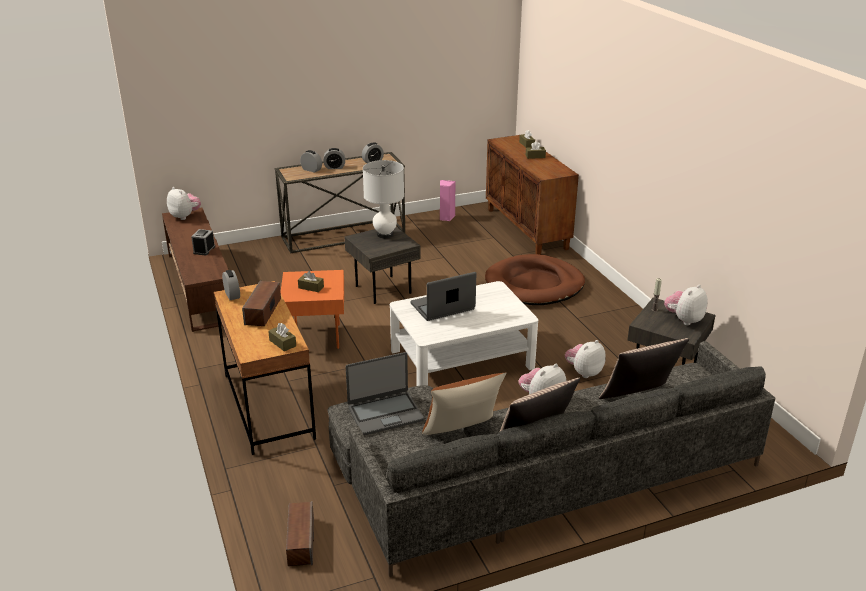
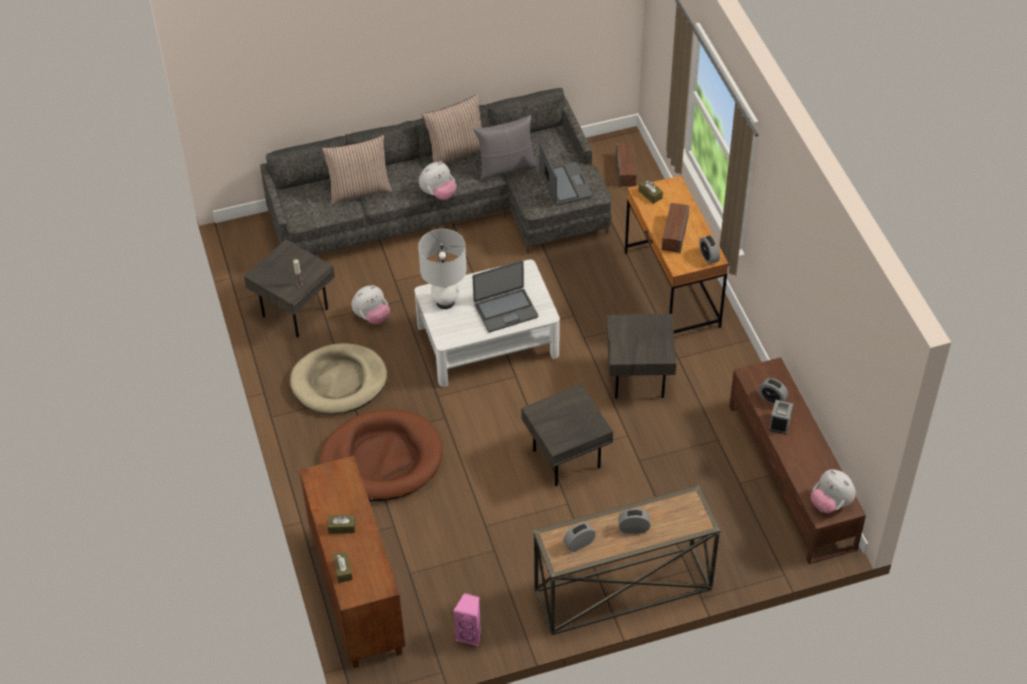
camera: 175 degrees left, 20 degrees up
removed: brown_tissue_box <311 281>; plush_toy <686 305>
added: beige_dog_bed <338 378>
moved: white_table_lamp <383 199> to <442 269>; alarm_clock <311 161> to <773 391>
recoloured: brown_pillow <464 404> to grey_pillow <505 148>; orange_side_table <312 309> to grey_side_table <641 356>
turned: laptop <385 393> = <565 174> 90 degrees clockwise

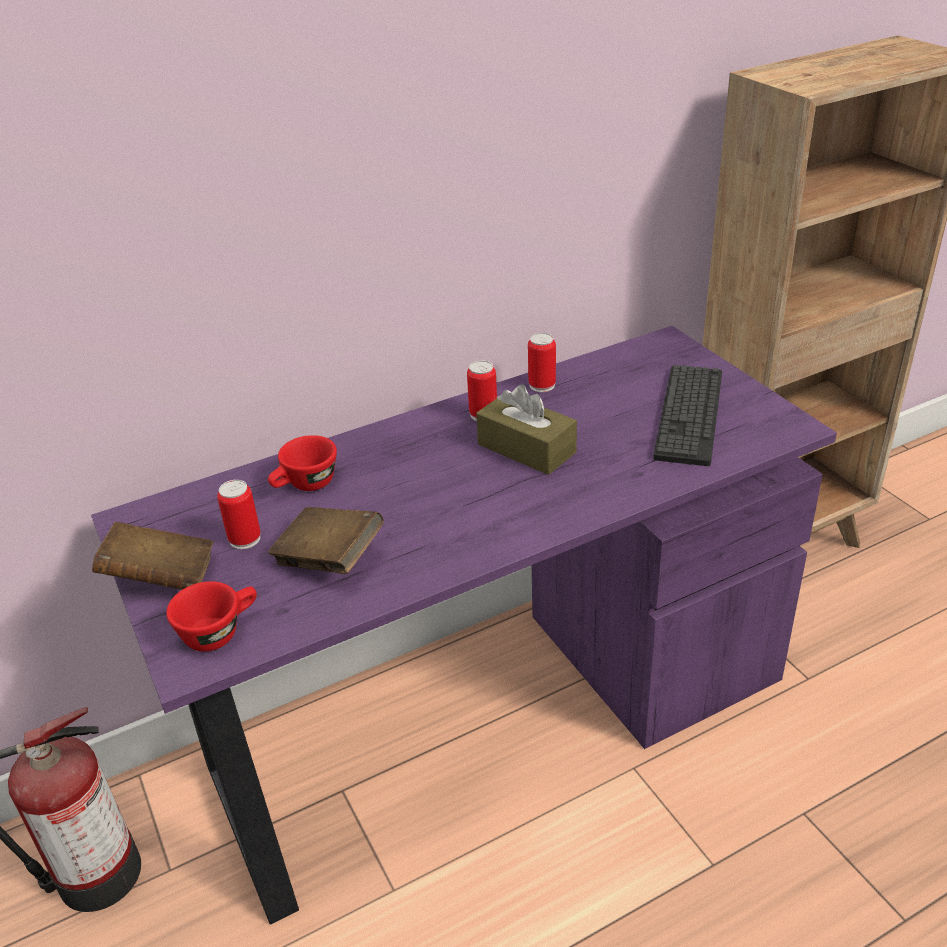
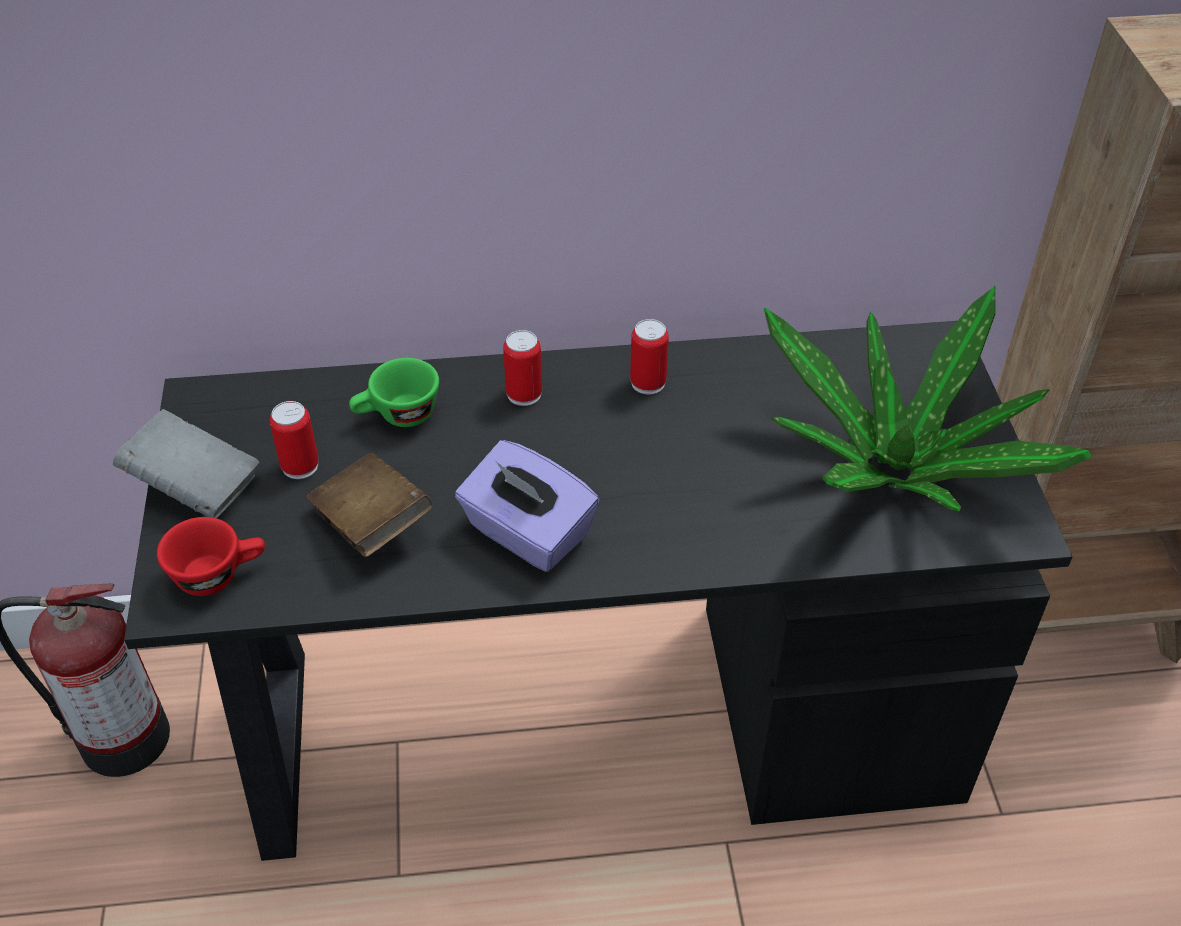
camera: 20 degrees right, 10 degrees up
removed: brown_tissue_box <526 429>
added: purple_tissue_box <527 506>
moved: can <542 362> to <522 368>
replaced: keyboard <687 415> to potted_plant <928 399>
recoloured: brown_book <153 556> to grey_book <186 463>; purple_desk <464 625> to black_desk <598 591>; red_cup <302 463> to green_cup <394 392>

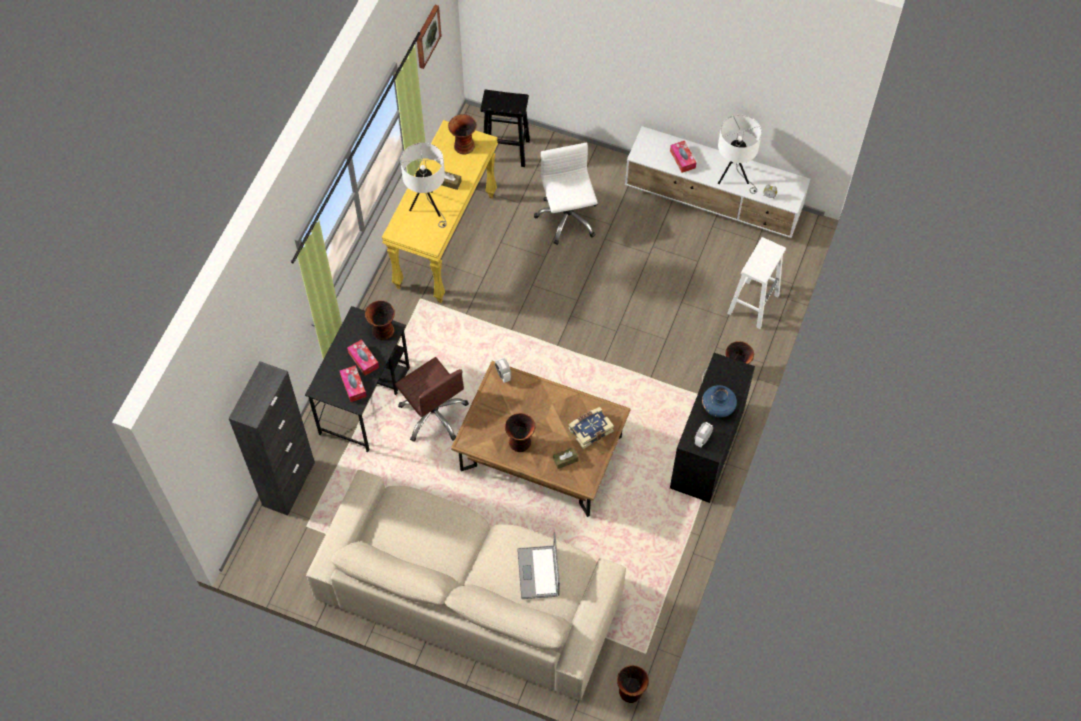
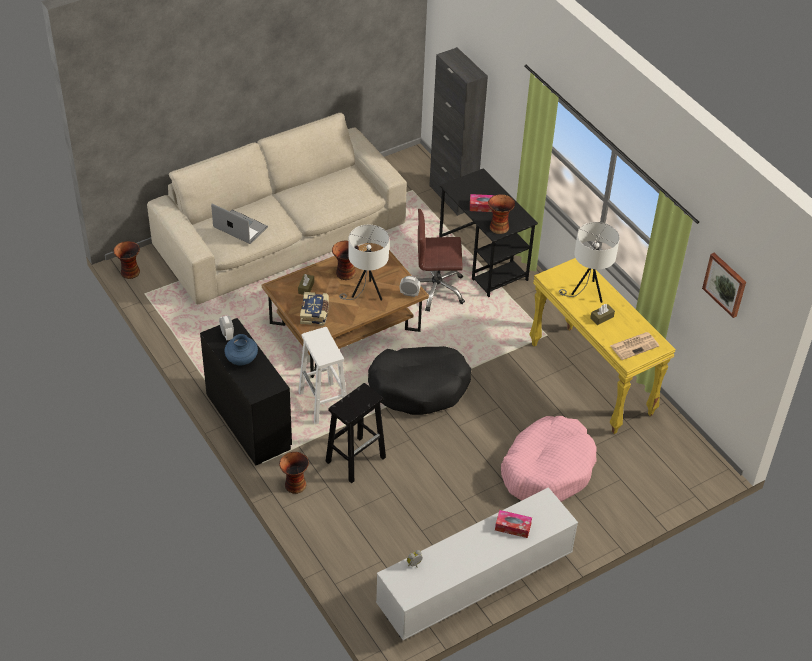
camera: 125 degrees right, 15 degrees down
removed: tissue_box <353 383>
added: black_dog_bed <419 380>
moved: white_stool <756 283> to <323 375>; black_stool <505 128> to <355 433>; white_table_lamp <740 154> to <364 263>
replaced: white_office_chair <566 194> to pink_dog_bed <549 459>; vase <462 134> to newspaper <634 346>

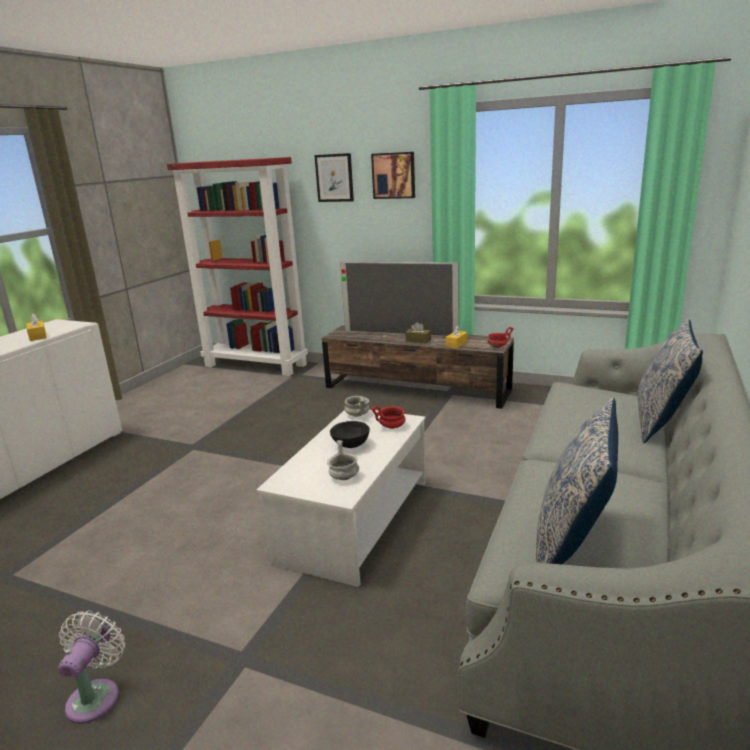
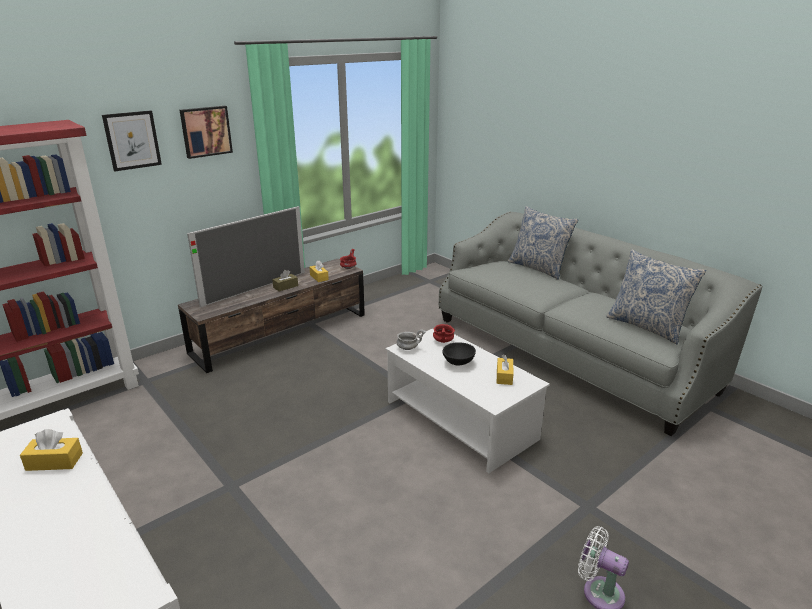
camera: 65 degrees left, 5 degrees up
replaced: grey_bowl <343 460> to yellow_tissue_box <505 370>

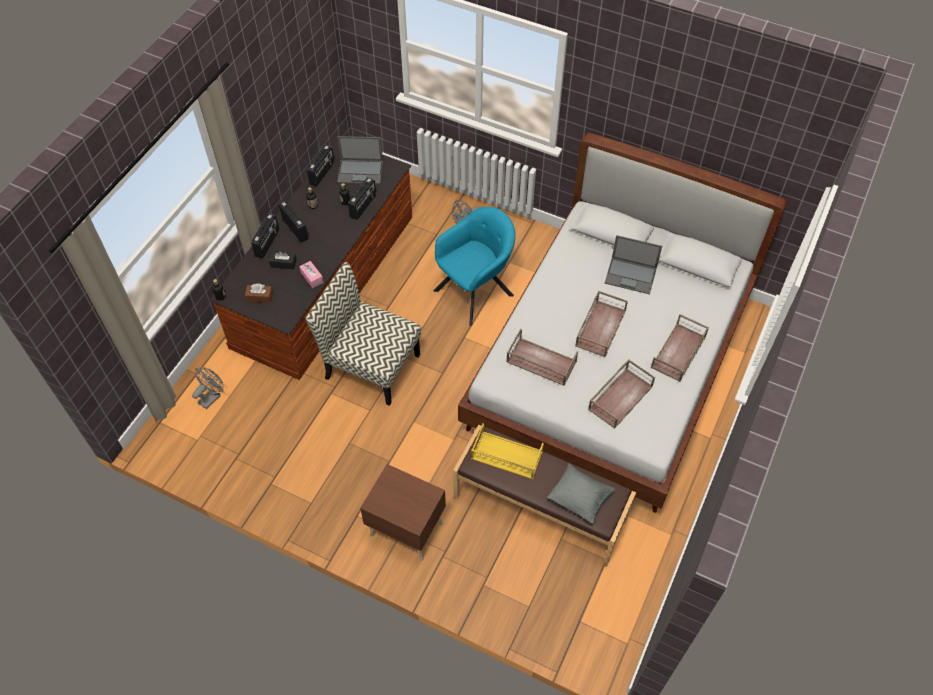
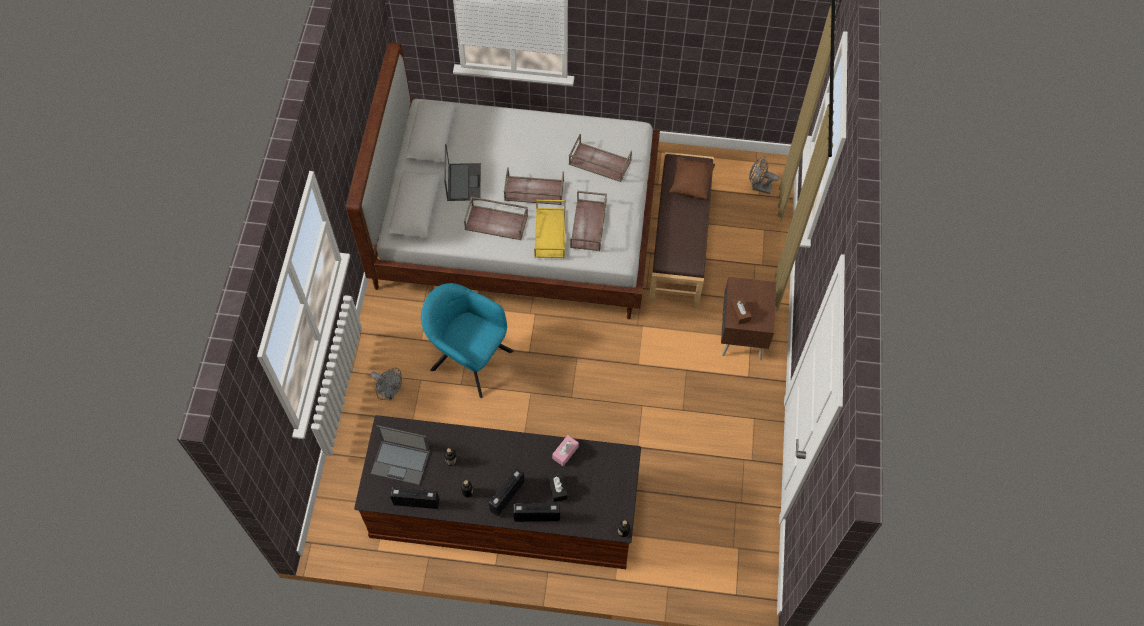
camera: 110 degrees left, 5 degrees up
removed: chair <363 334>; radio <362 198>
moved: brown_tray <680 348> to <496 218>; yellow_tray <507 451> to <550 229>; brown_tissue_box <259 293> to <741 311>; grey_fan <207 388> to <764 175>
recoloured: grey_pillow <581 493> to brown_pillow <692 178>
turned: laptop <360 160> = <400 455> 120 degrees clockwise

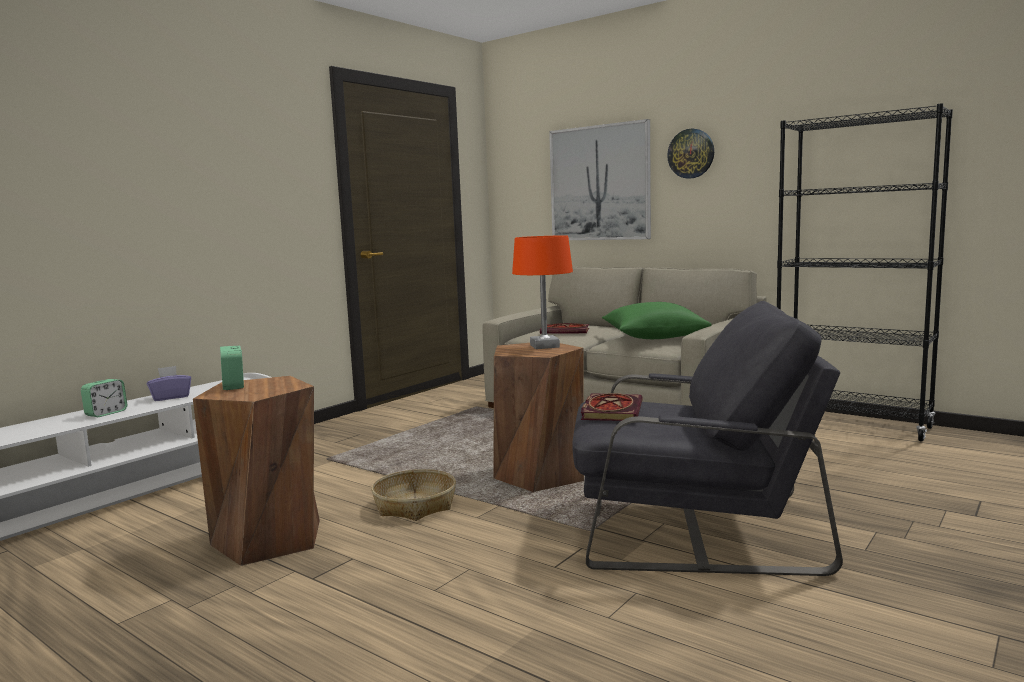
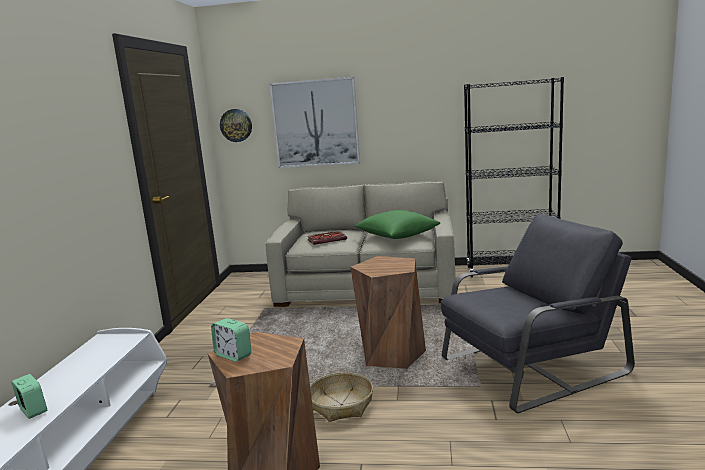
camera: 30 degrees left, 5 degrees up
removed: purple_tissue_box <169 383>; orange_table_lamp <542 292>; book <612 407>
moved: wall_clock <690 154> to <236 125>
turned: alarm_clock <104 398> = <29 396> 45 degrees counterclockwise

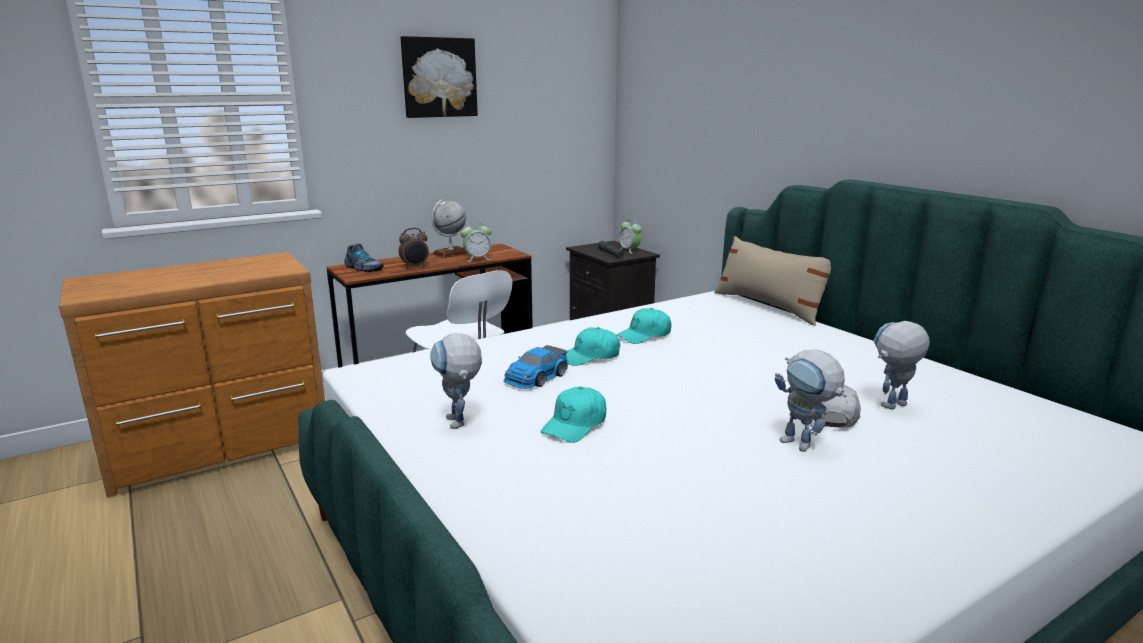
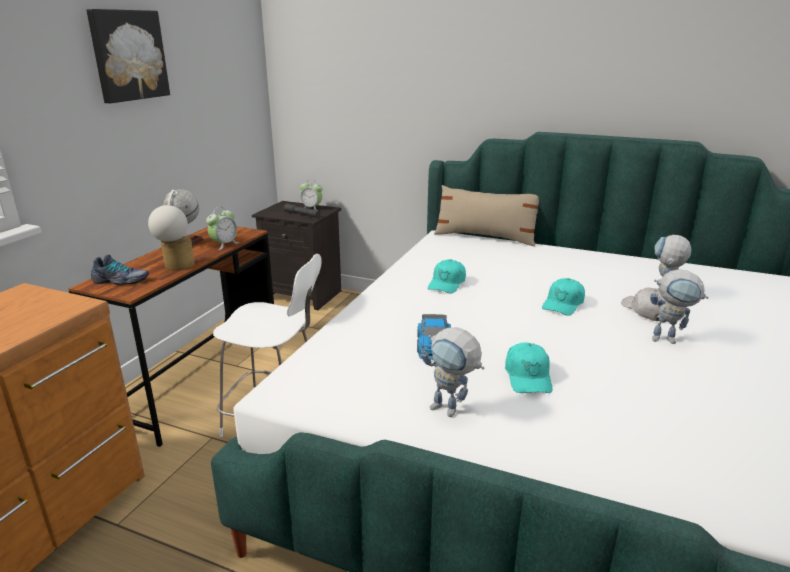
camera: 35 degrees left, 5 degrees up
moved: turquoise_cap <593 346> to <563 297>
replaced: alarm_clock <414 248> to table_lamp <171 237>

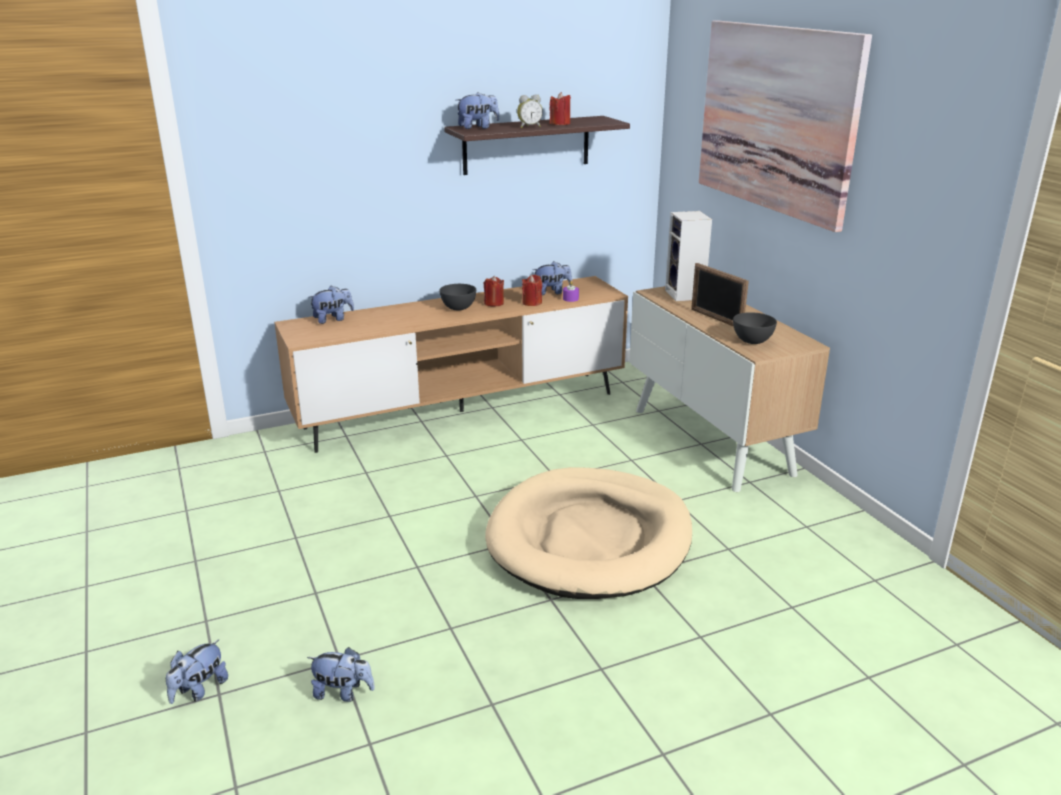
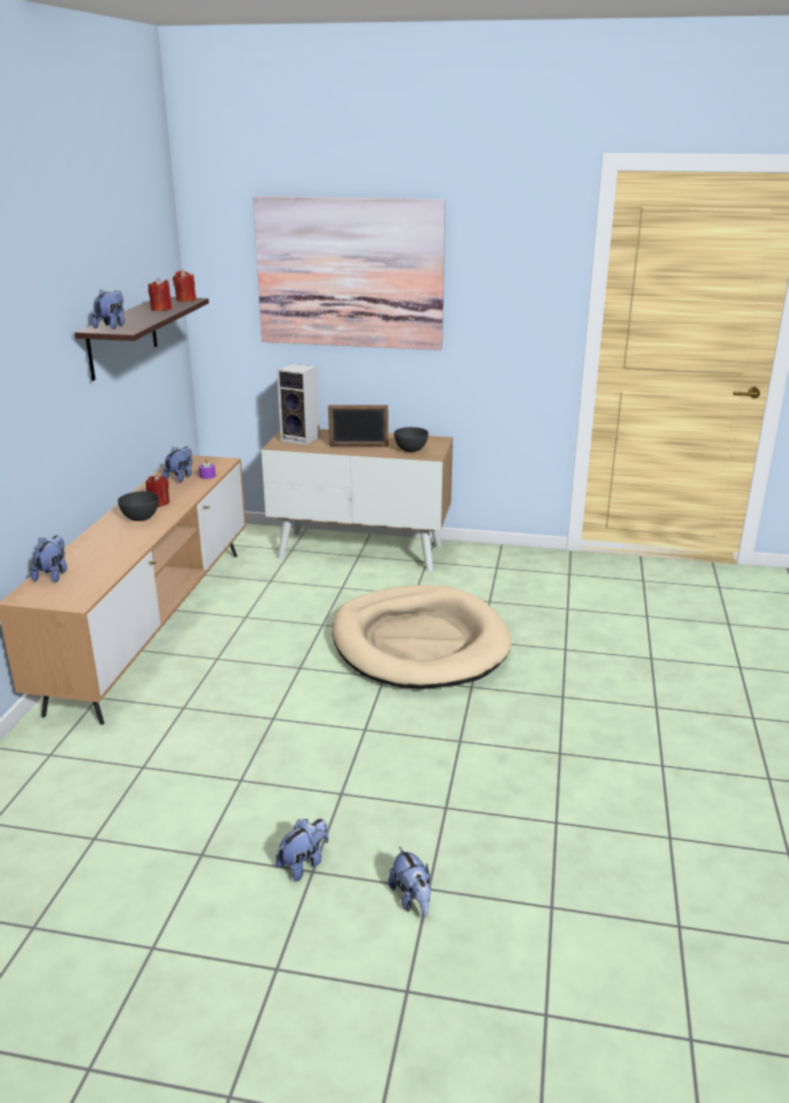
camera: 55 degrees left, 0 degrees up
removed: alarm_clock <530 111>
moved: red_candle <532 290> to <184 286>; plush_toy <341 674> to <302 850>

